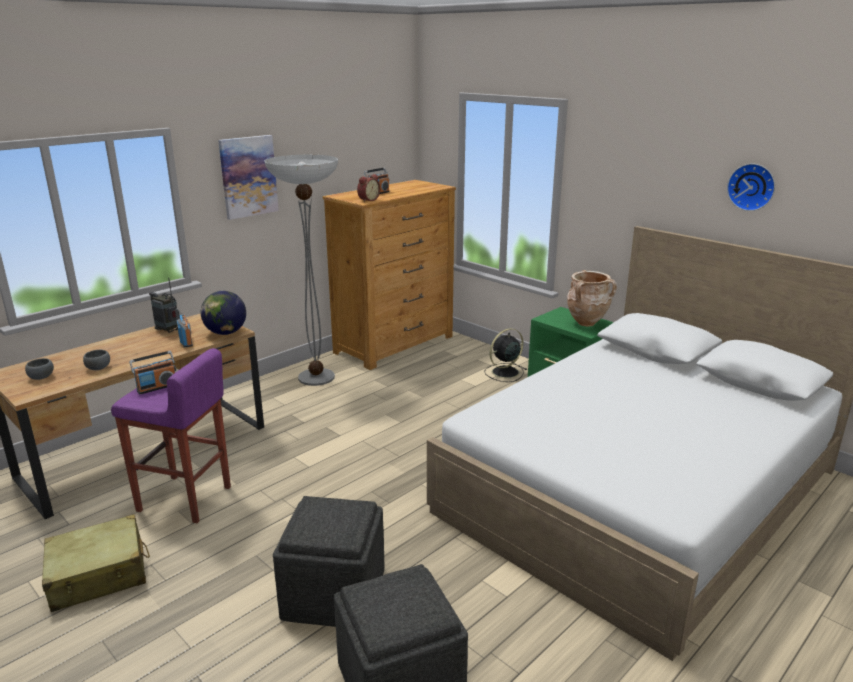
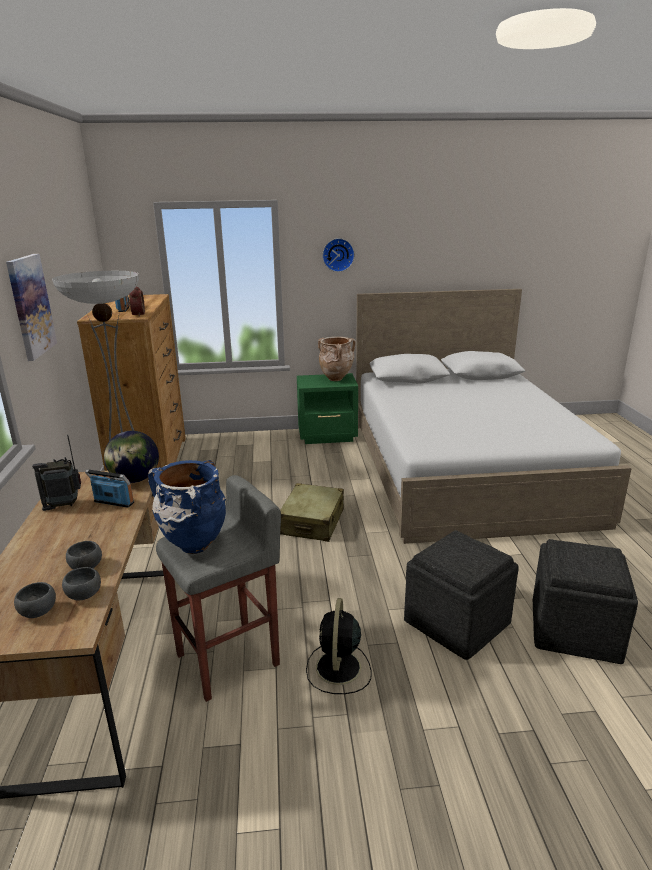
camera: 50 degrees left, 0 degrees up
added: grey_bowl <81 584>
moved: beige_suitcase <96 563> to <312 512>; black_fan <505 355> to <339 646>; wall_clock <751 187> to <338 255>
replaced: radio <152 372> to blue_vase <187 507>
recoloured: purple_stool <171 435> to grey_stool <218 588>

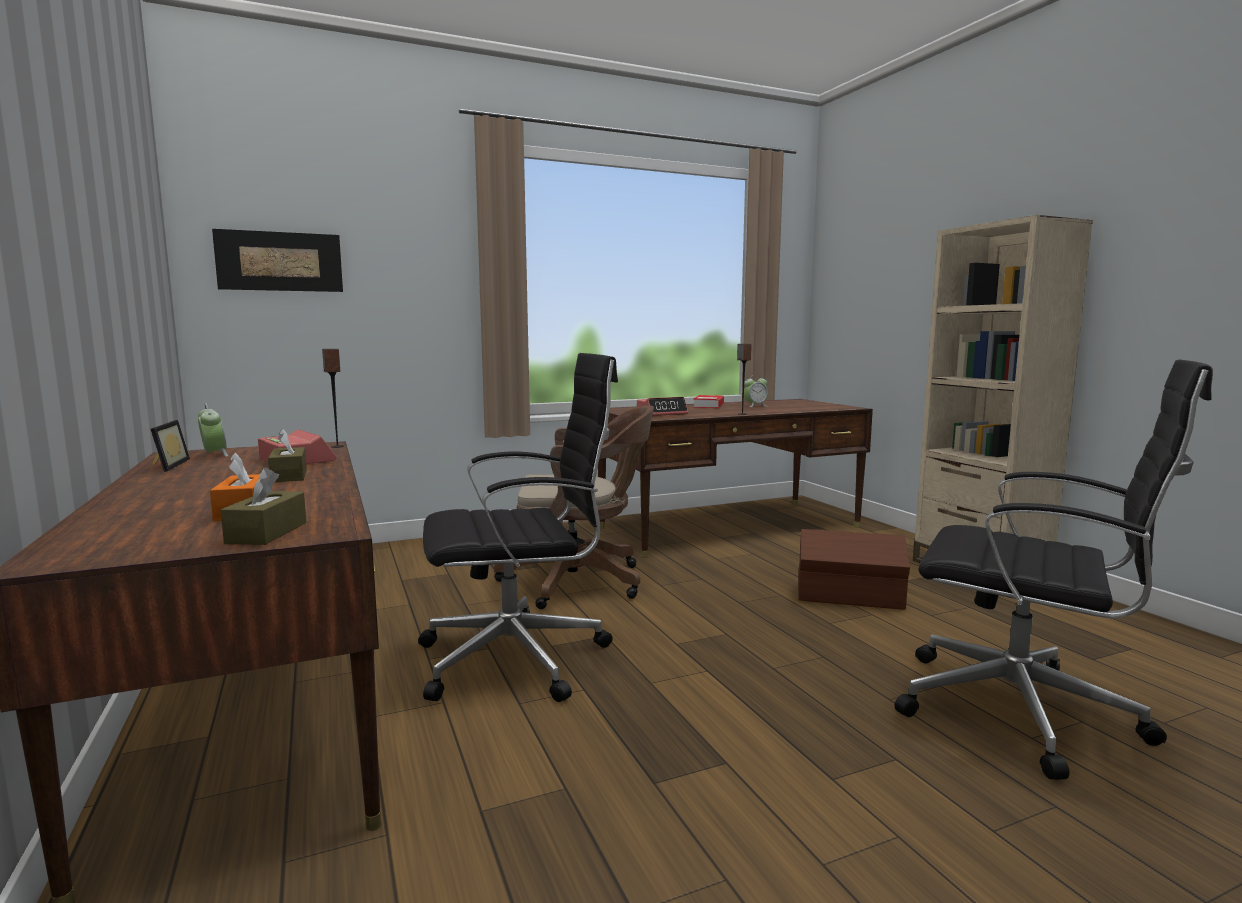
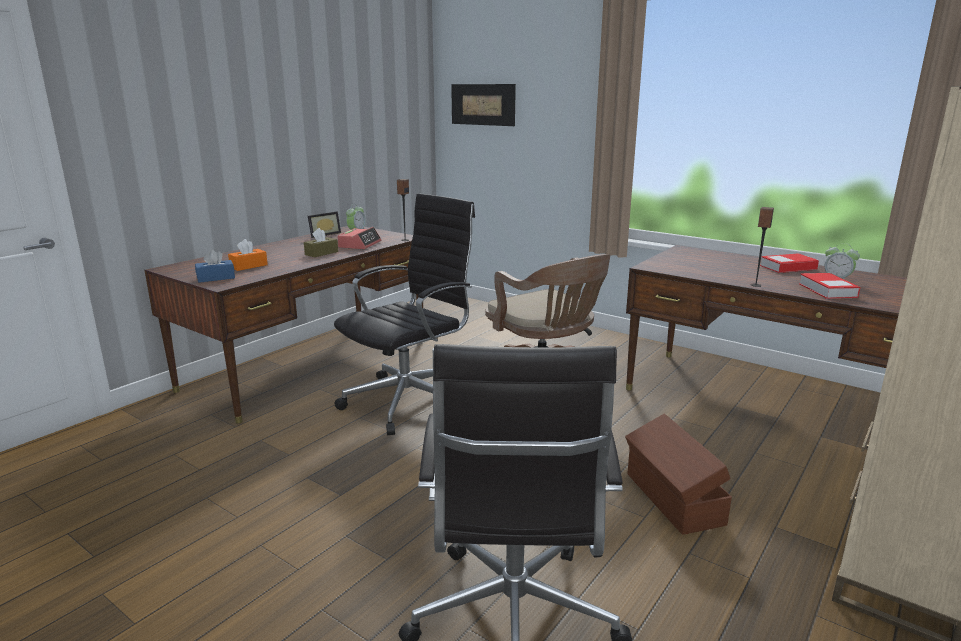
camera: 60 degrees right, 10 degrees up
removed: alarm_clock <662 406>
added: book <829 286>
recoloured: brown_tissue_box <263 506> to blue_tissue_box <215 266>
turned: black_office_chair <518 527> = <404 314> 90 degrees counterclockwise

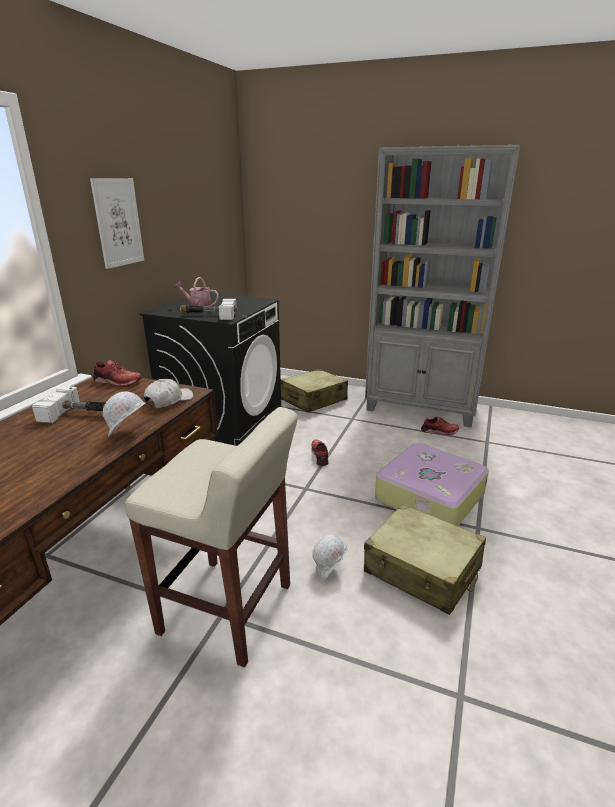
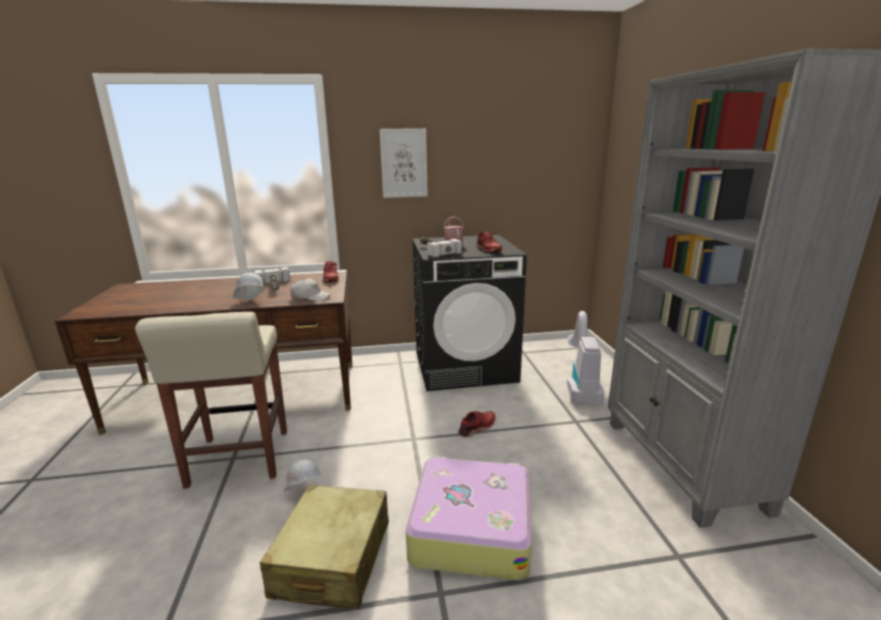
camera: 60 degrees right, 5 degrees down
moved: red_shoe <440 426> to <489 242>
replaced: beige_suitcase <314 390> to vacuum_cleaner <585 357>

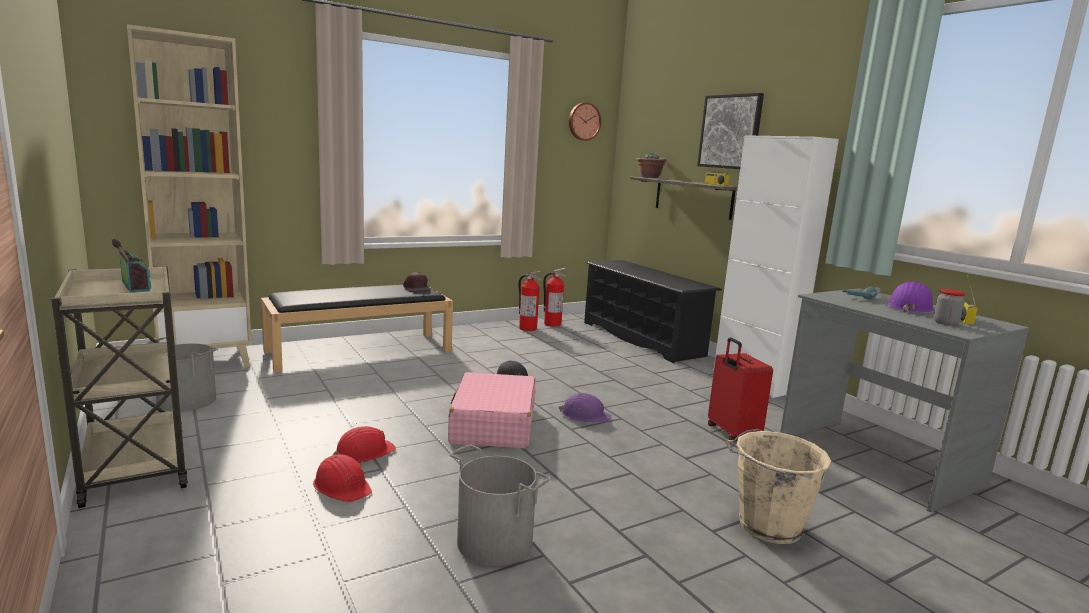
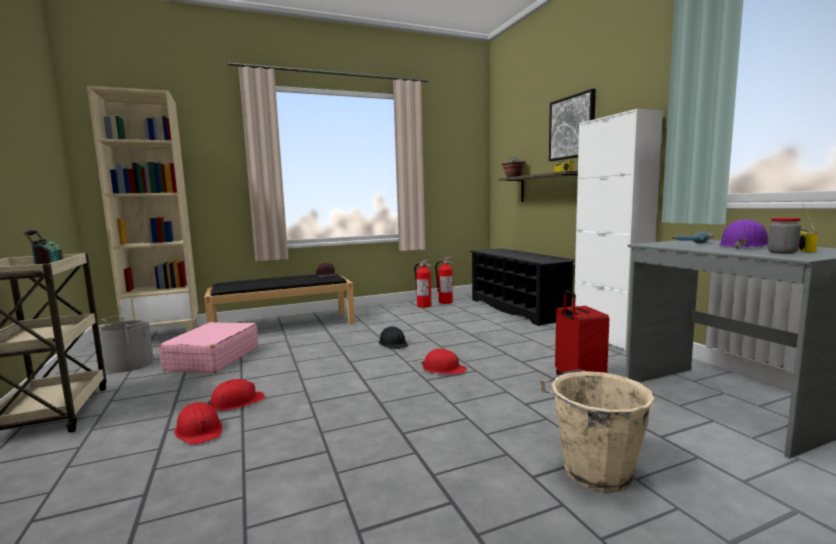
camera: 10 degrees right, 5 degrees down
removed: grey_bucket <500 505>; wall_clock <585 121>
moved: pink_suitcase <492 410> to <208 347>
recoloured: purple_hard_hat <584 408> to red_hard_hat <443 361>

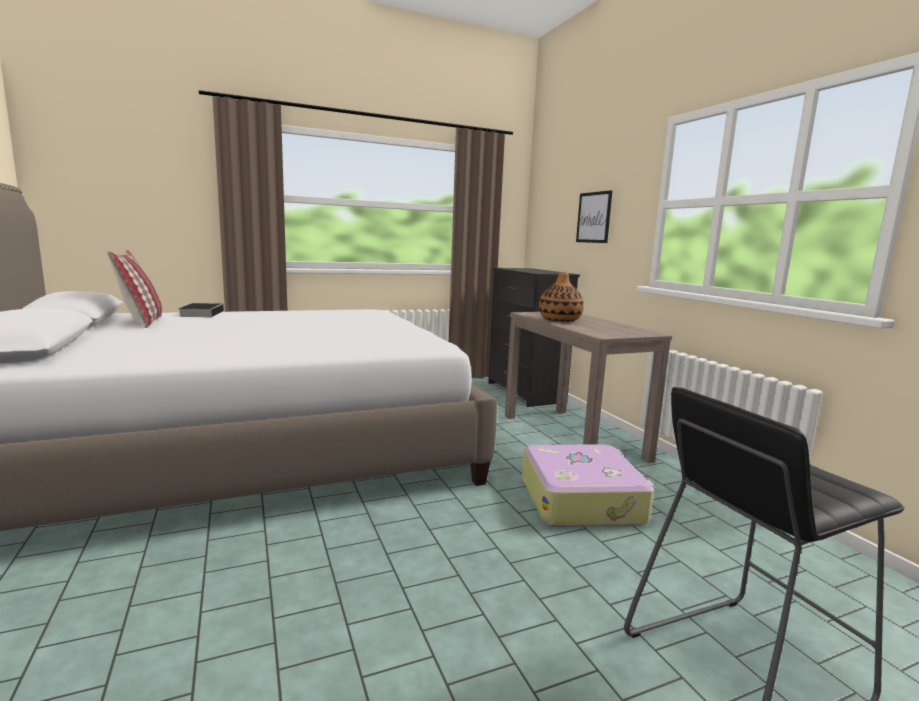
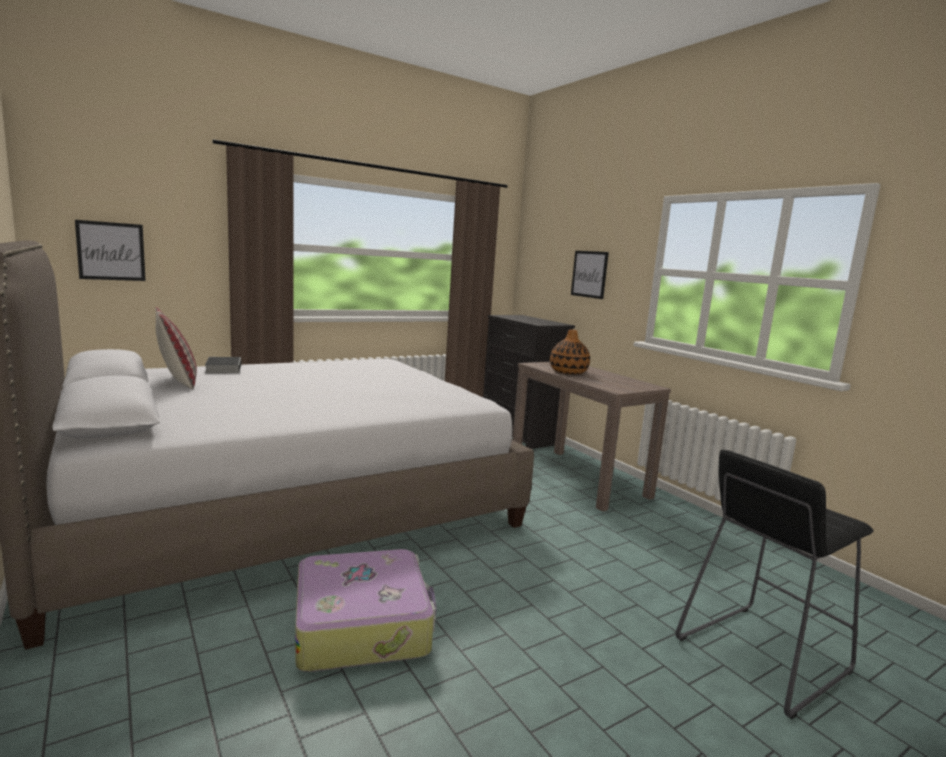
camera: 10 degrees left, 0 degrees up
added: picture <110 250>
moved: suitcase <588 486> to <366 610>

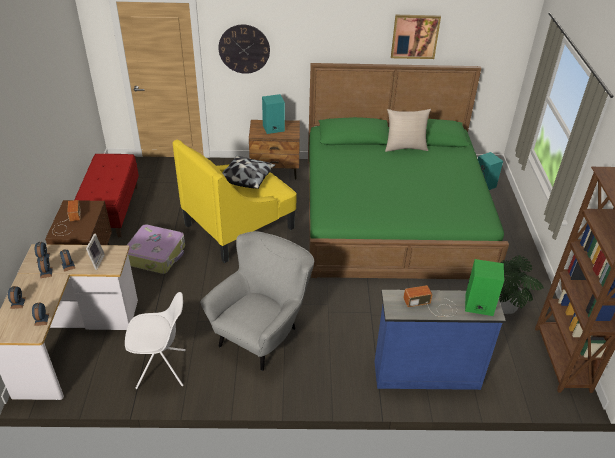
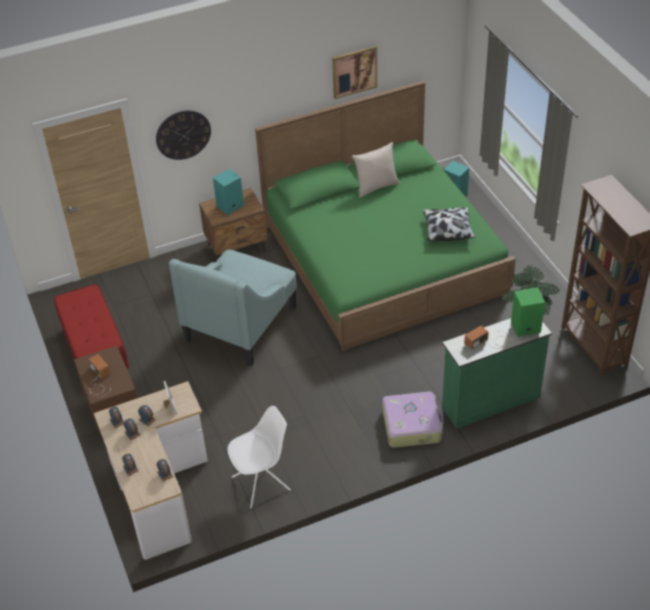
camera: 20 degrees left, 5 degrees up
removed: grey_armchair <257 301>
moved: suitcase <156 249> to <413 420>; pillow <248 172> to <449 224>
recoloured: yellow_armchair <235 201> to turquoise_armchair <233 308>; blue_dresser <440 340> to green_dresser <497 373>

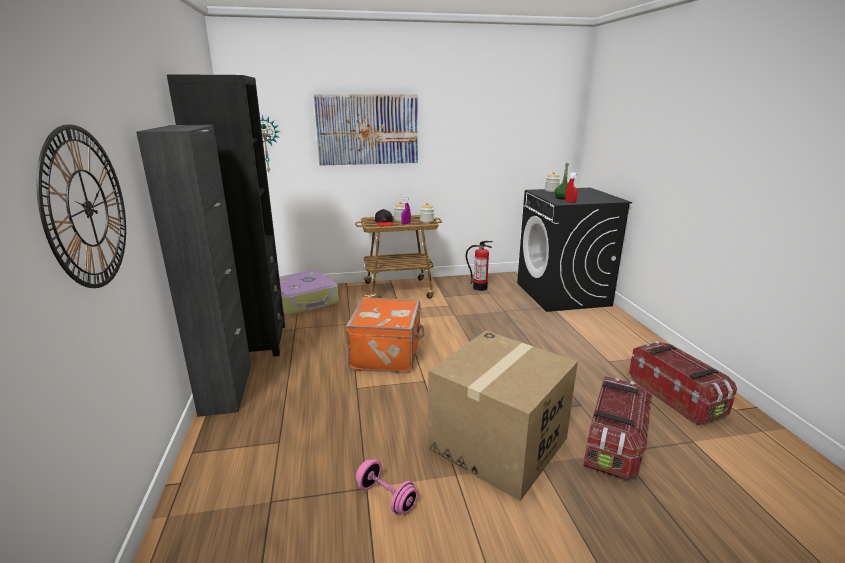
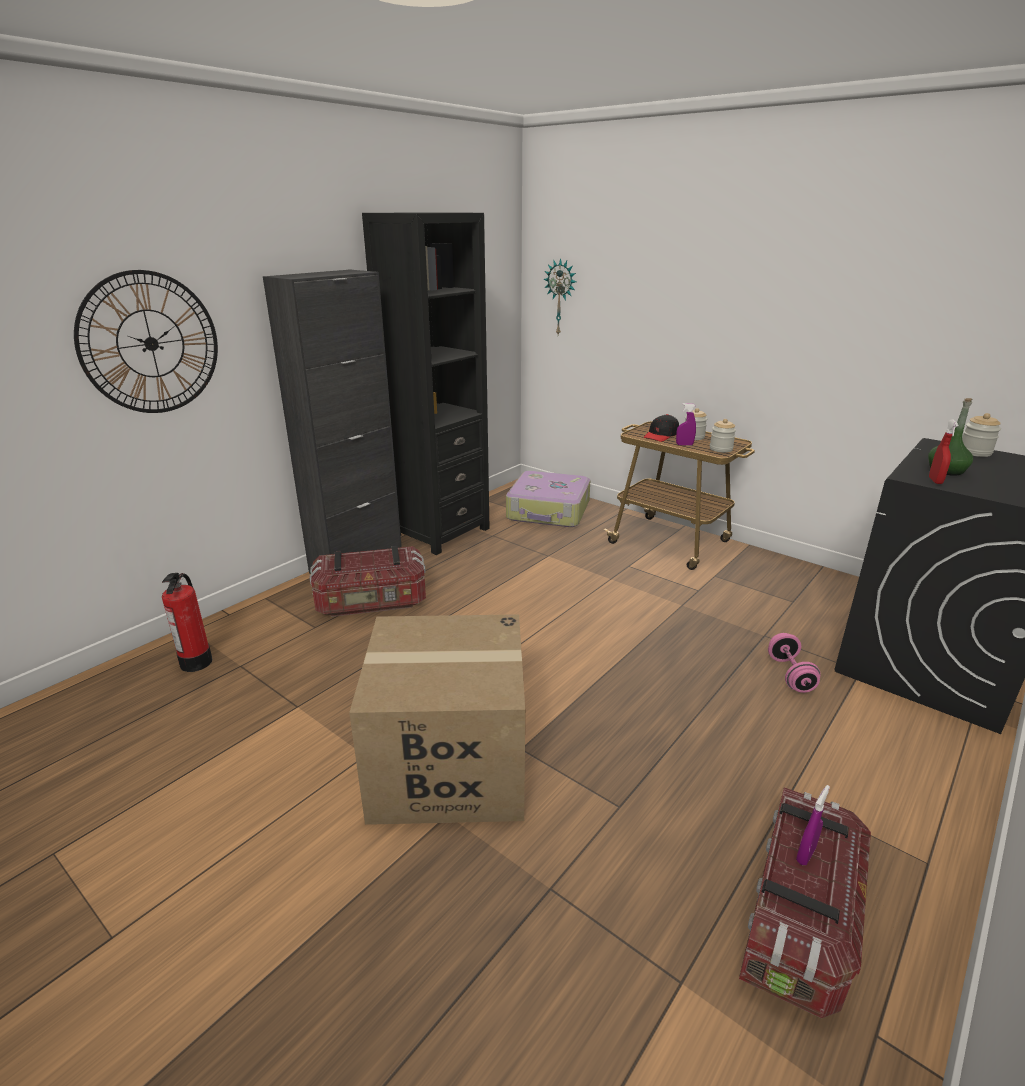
camera: 50 degrees right, 5 degrees up
removed: picture <366 130>; orange_suitcase <385 335>
added: purple_spray_bottle <813 825>
moved: fire_extinguisher <479 266> to <187 622>; storage_box <618 427> to <367 581>; pink_dumbbell <387 487> to <794 663>

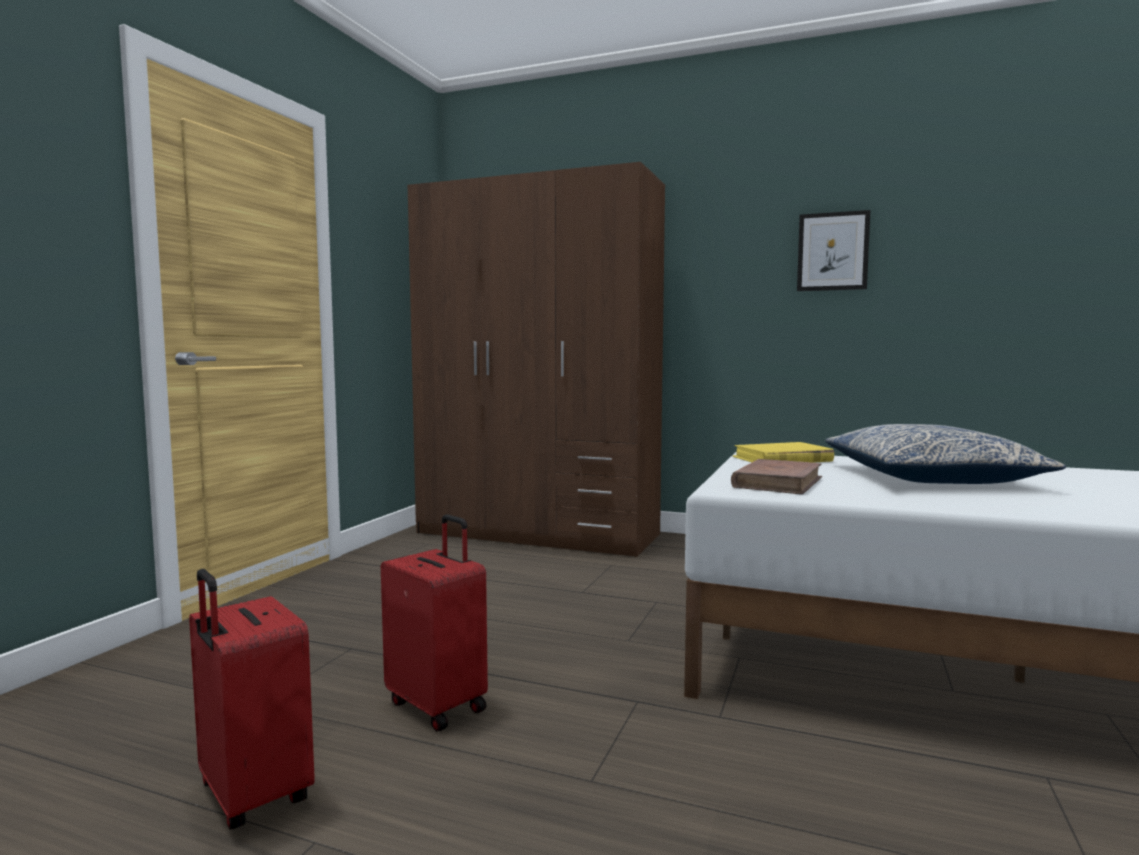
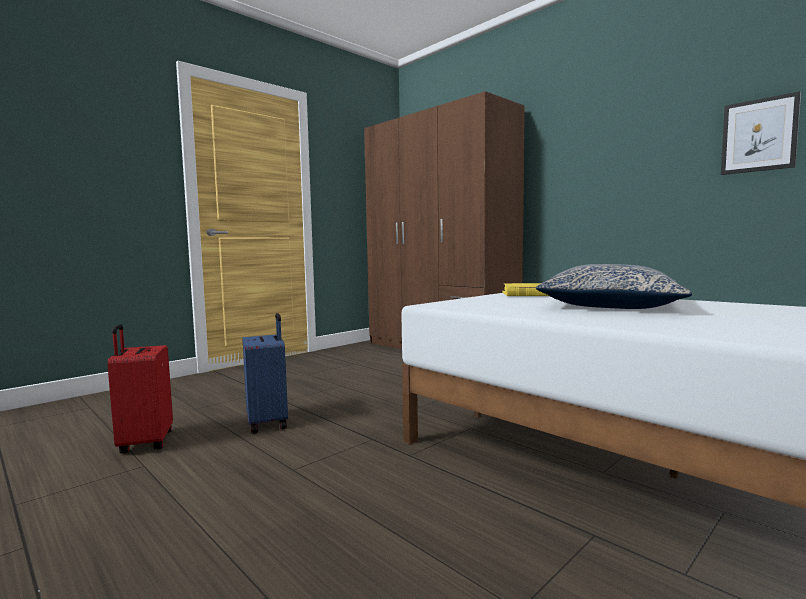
camera: 25 degrees right, 0 degrees up
removed: brown_book <776 476>
moved: picture <834 250> to <761 133>
recoloured: red_suitcase <434 622> to blue_suitcase <265 373>

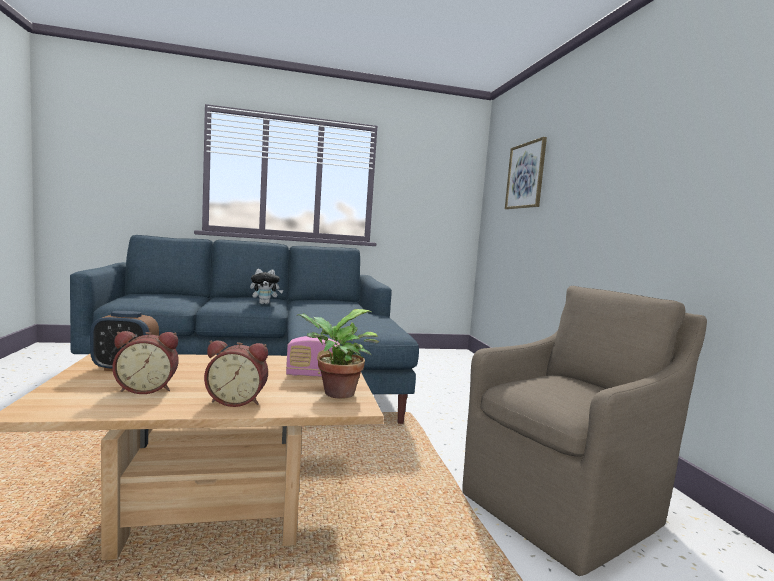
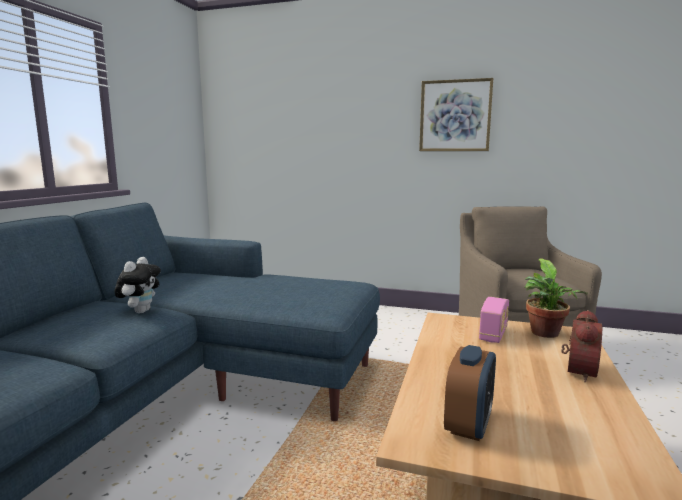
camera: 60 degrees left, 5 degrees up
removed: alarm_clock <145 362>
moved: picture <526 173> to <456 114>

